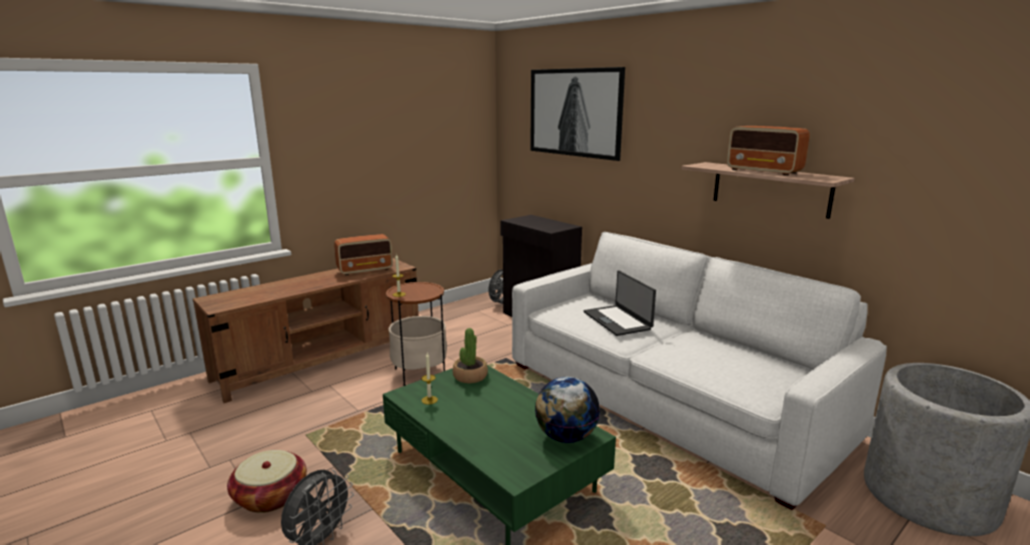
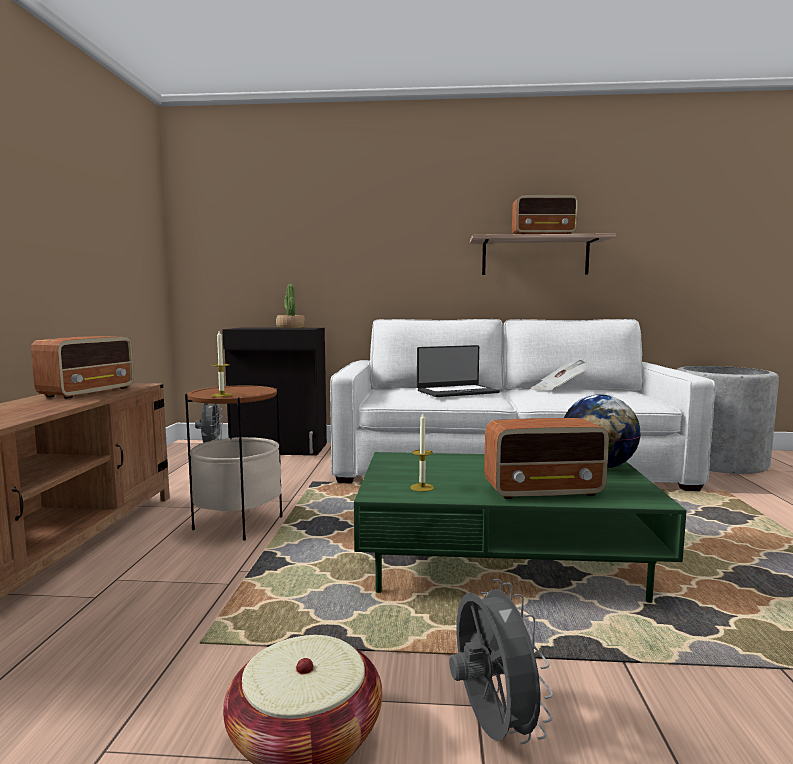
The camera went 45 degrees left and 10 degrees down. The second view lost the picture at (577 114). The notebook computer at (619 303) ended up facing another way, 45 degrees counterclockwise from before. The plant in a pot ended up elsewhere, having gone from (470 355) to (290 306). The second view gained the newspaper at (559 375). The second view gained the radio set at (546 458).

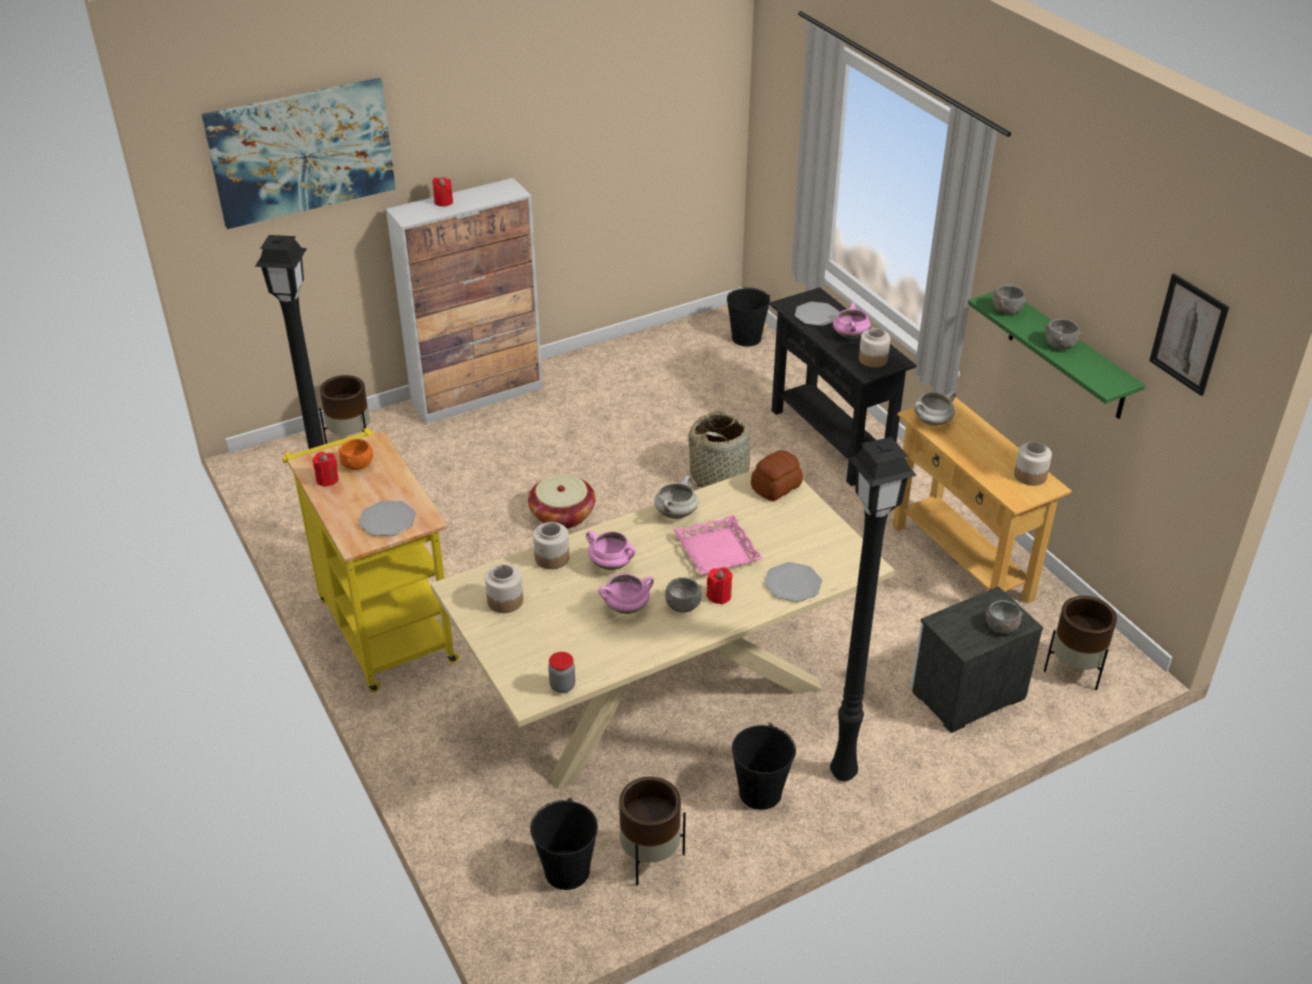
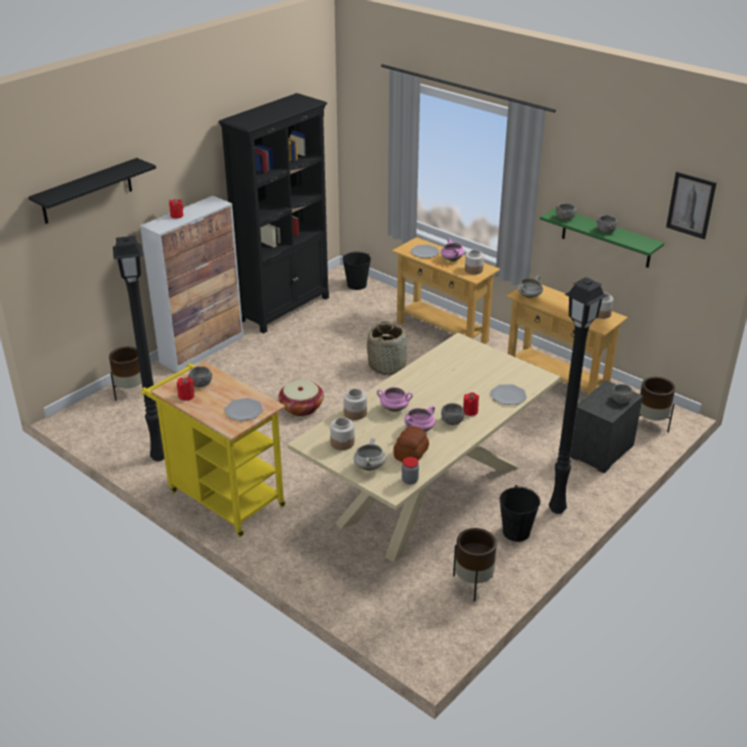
The camera went 20 degrees left and 5 degrees down. Where the picture hung at (299 153), the blackish wall shelf came to hang at (92 191). What was the blackish narrow table at (843 386) turned into the beige-coloured narrow table at (446 290). What was the orangey bowl at (355 454) turned into the greyish bowl at (199 376). The bread ended up elsewhere, having gone from (777 475) to (411 444). The white-coloured cooking pot ended up elsewhere, having gone from (676 497) to (369 454). The second view lost the pink-coloured tray at (718 545). The second view lost the blackish pail at (564 844). The second view gained the blackish bookcase at (274 213).

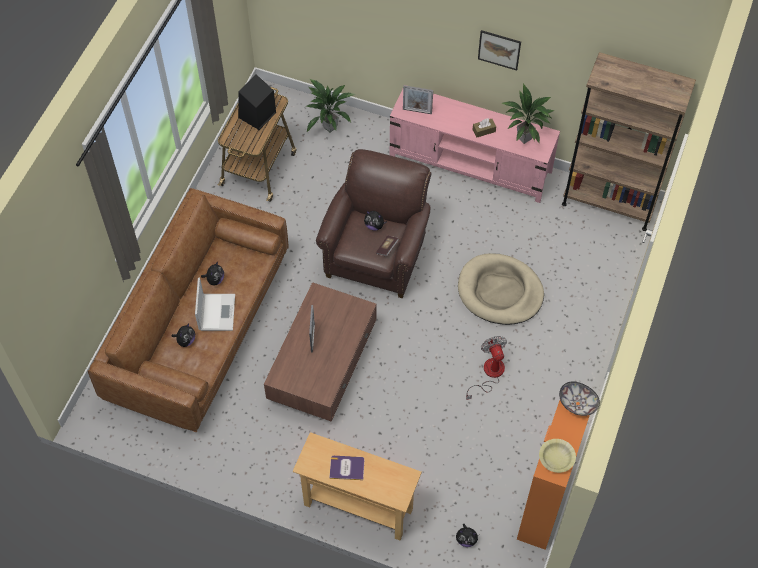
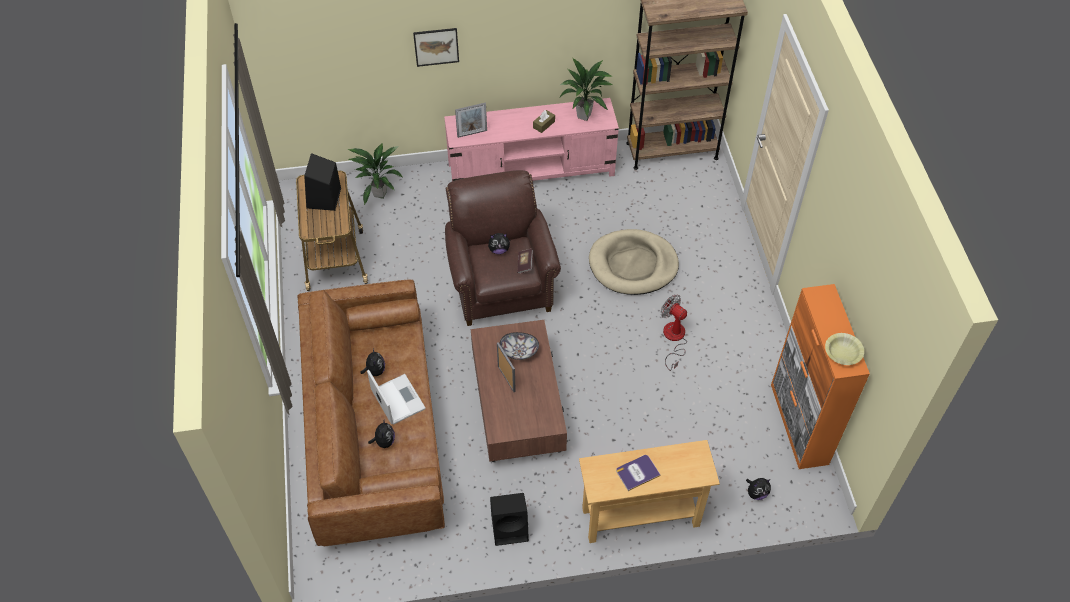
The camera went 30 degrees left and 5 degrees down. The picture ended up elsewhere, having gone from (499 50) to (436 47). The bowl ended up elsewhere, having gone from (579 398) to (519 346). The second view gained the blackish loudspeaker at (509 519).

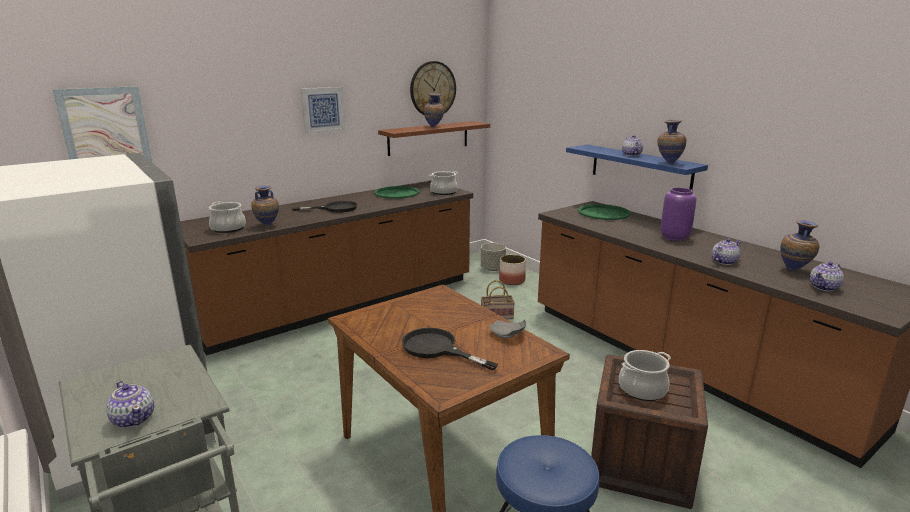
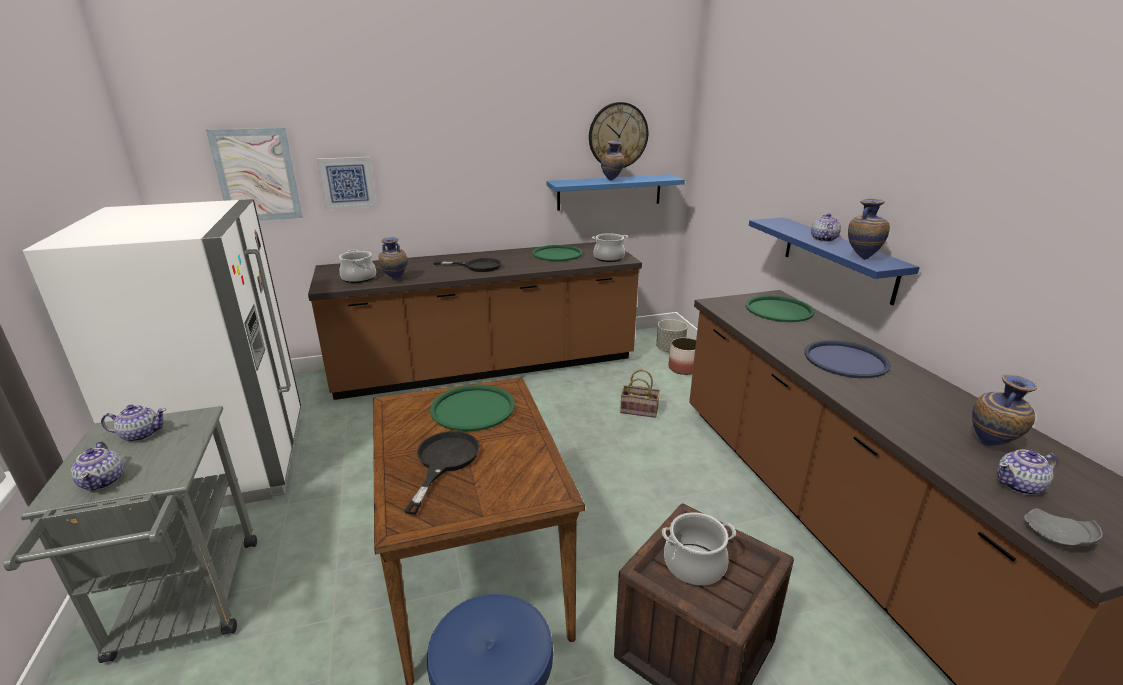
The camera went 20 degrees right and 5 degrees up. The picture ended up elsewhere, having gone from (323 110) to (346 183). What was the brownish wall shelf at (434 138) turned into the blue wall shelf at (616 192). Where the purple decorative vase stood at (678 214), the blue tray came to stand at (847 359). The tea pot ended up elsewhere, having gone from (726 252) to (133 423). The greyish flat dish ended up elsewhere, having gone from (507 329) to (1063 528). The blackish skillet at (450 349) ended up facing another way, 45 degrees clockwise from before. The second view gained the green tray at (472 408).

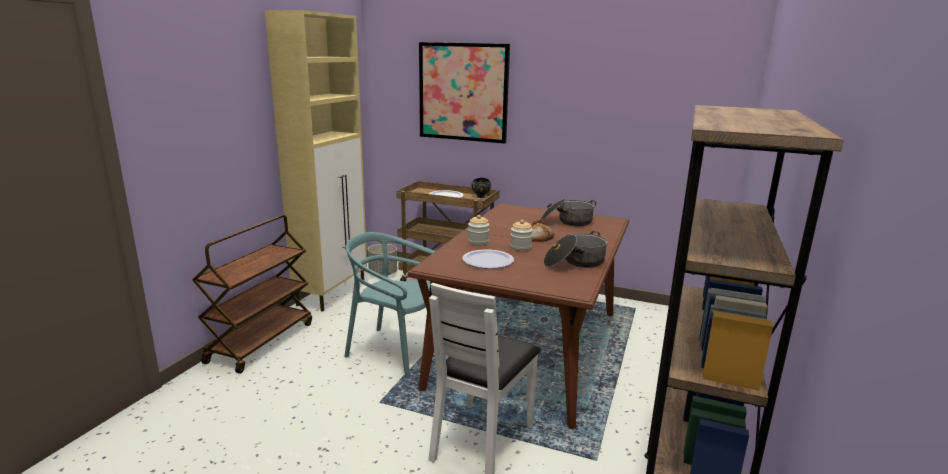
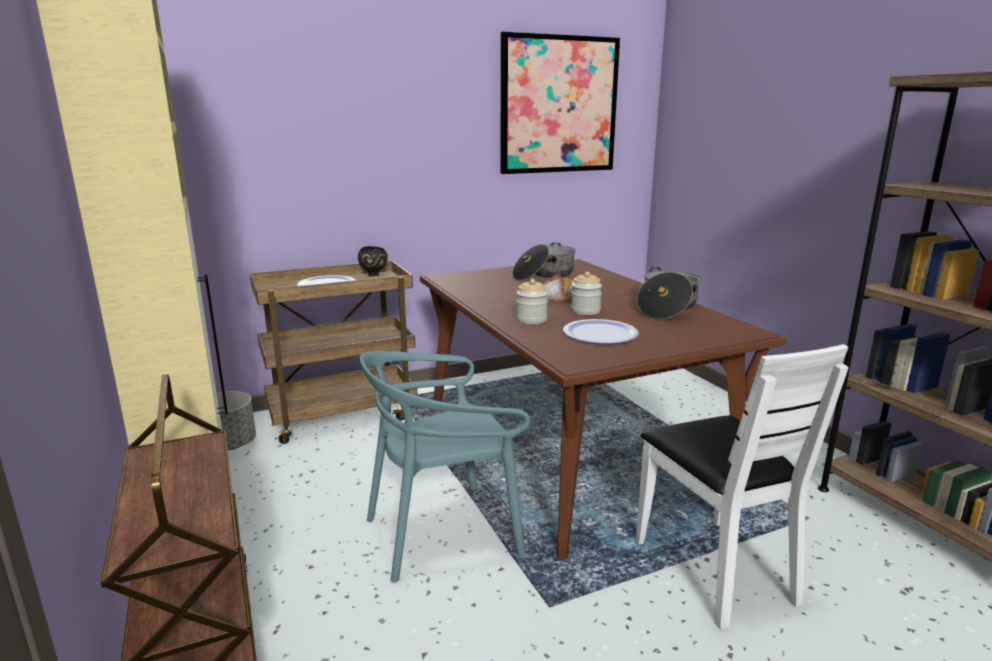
The camera went 45 degrees left and 0 degrees up. The picture ended up elsewhere, having gone from (464 93) to (560 102).

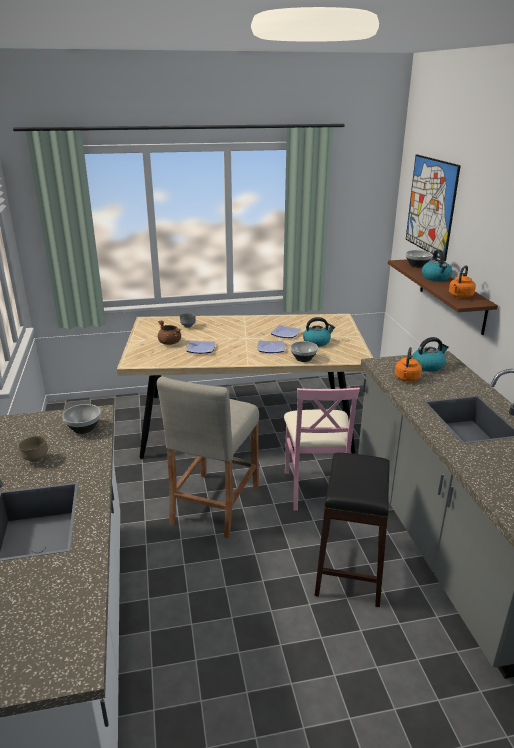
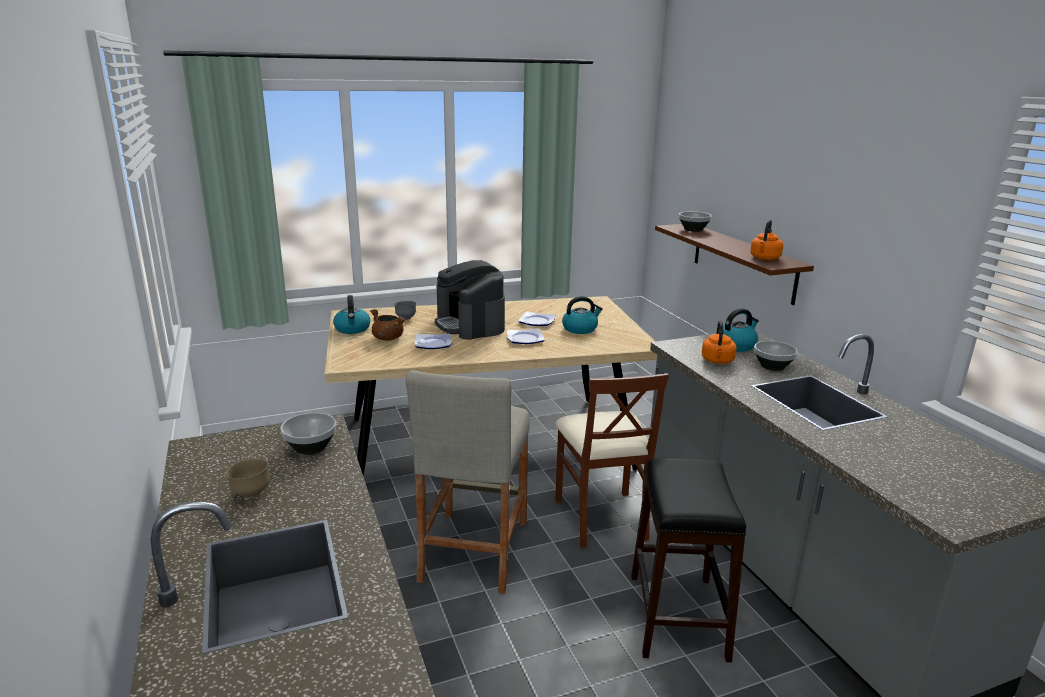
The camera went 10 degrees left and 5 degrees down. The second view lost the picture at (433 208). The tea kettle ended up elsewhere, having gone from (437 265) to (352 314). The bowl ended up elsewhere, having gone from (304 351) to (776 356). What was the pink-coloured chair at (322 449) turned into the brownish chair at (612 460). The second view gained the coffee brewer at (470 300).

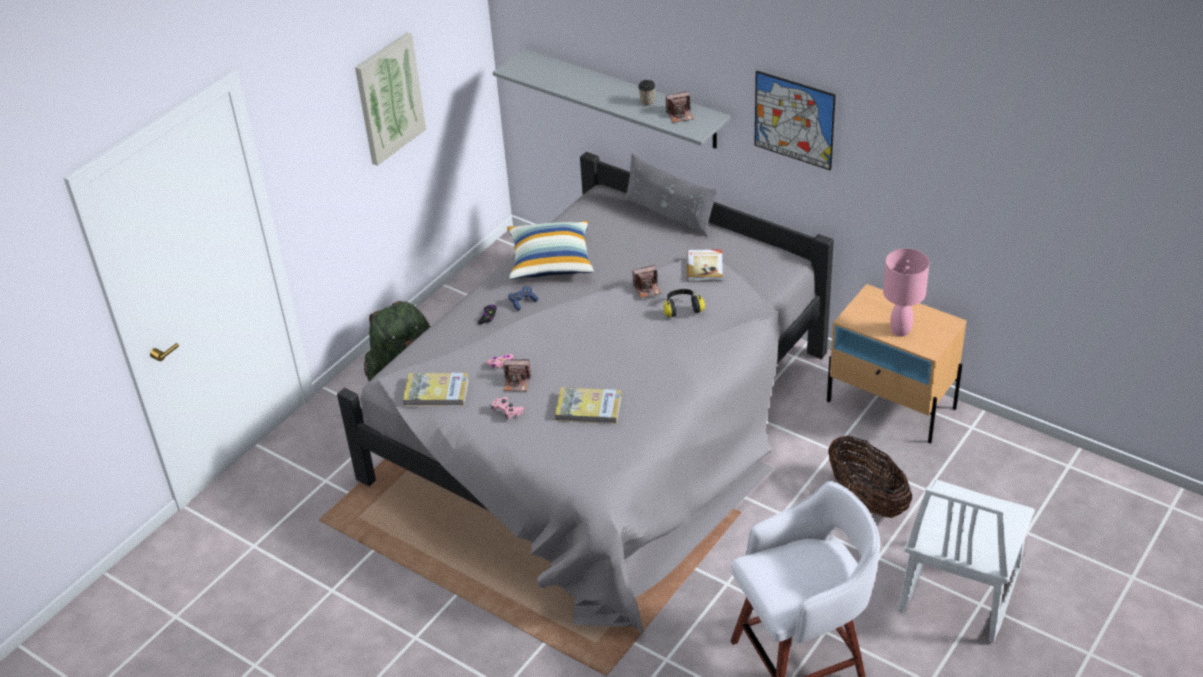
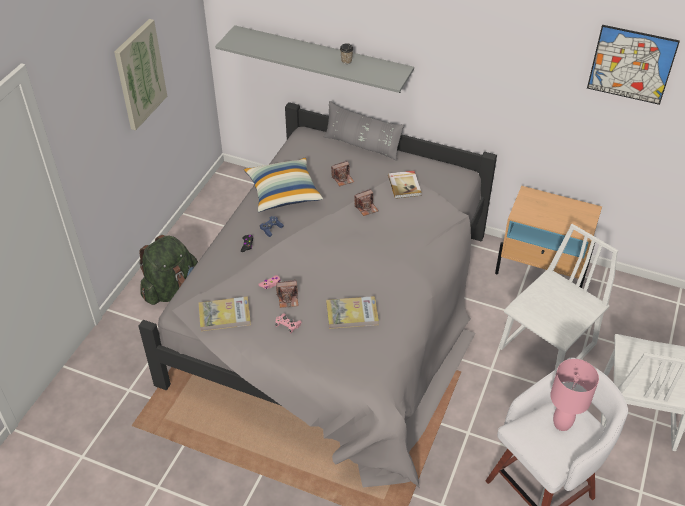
The camera went 15 degrees left and 5 degrees up. The picture ended up elsewhere, having gone from (795 121) to (633 65). The still camera ended up elsewhere, having gone from (680 107) to (342 173). The pink-coloured table lamp ended up elsewhere, having gone from (906 292) to (574 395). The second view lost the headphones at (684 303). Where the storage basket stood at (870 477), the white-coloured chair came to stand at (558 296).

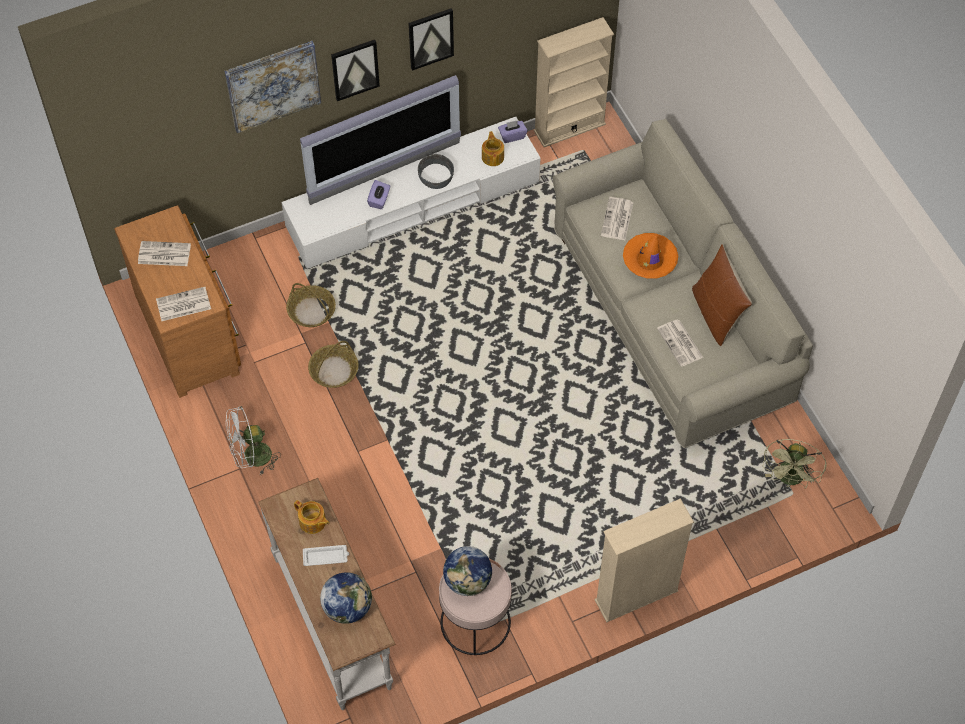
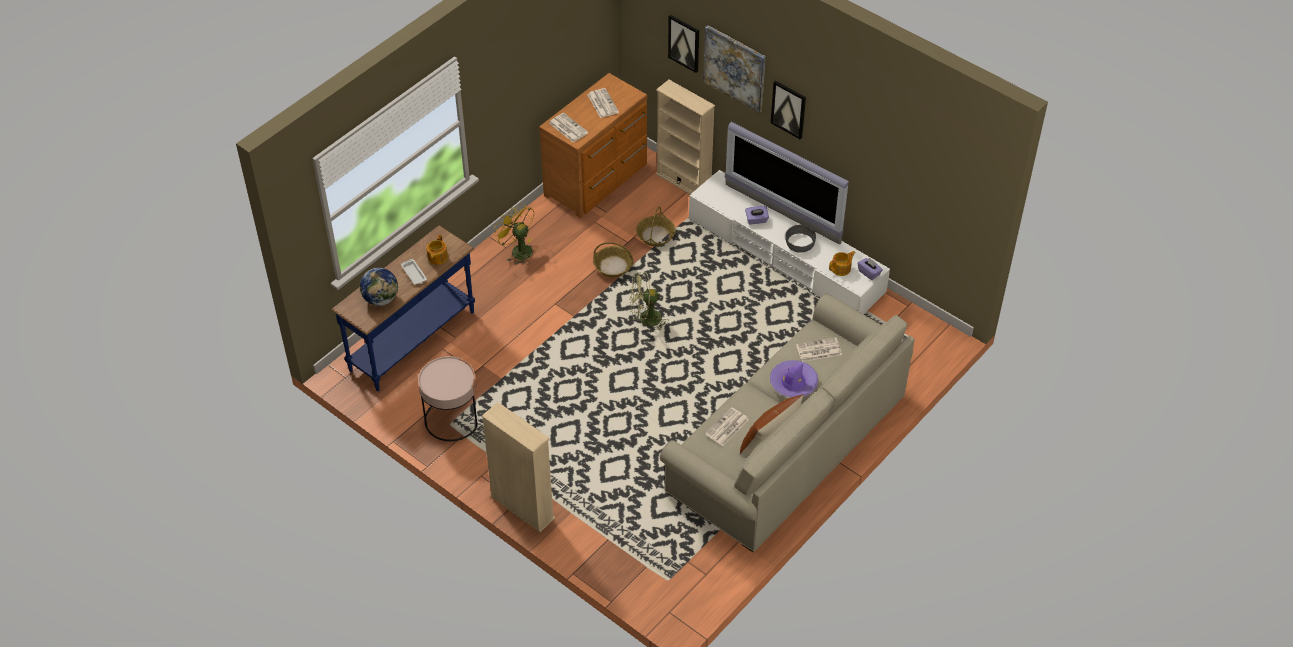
The camera went 65 degrees right and 10 degrees down. The picture ended up elsewhere, having gone from (431 39) to (683 44). The beige-coloured bookcase ended up elsewhere, having gone from (574 82) to (685 137). What was the orangey wearable hat at (650 256) turned into the purple wearable hat at (794 378). What was the white-coloured cooling fan at (253 441) turned into the yellowish cooling fan at (514 234). The green cooling fan ended up elsewhere, having gone from (794 464) to (649 302). What was the white-coloured narrow table at (327 594) turned into the blue narrow table at (403 308). The second view lost the globe at (467 571).

